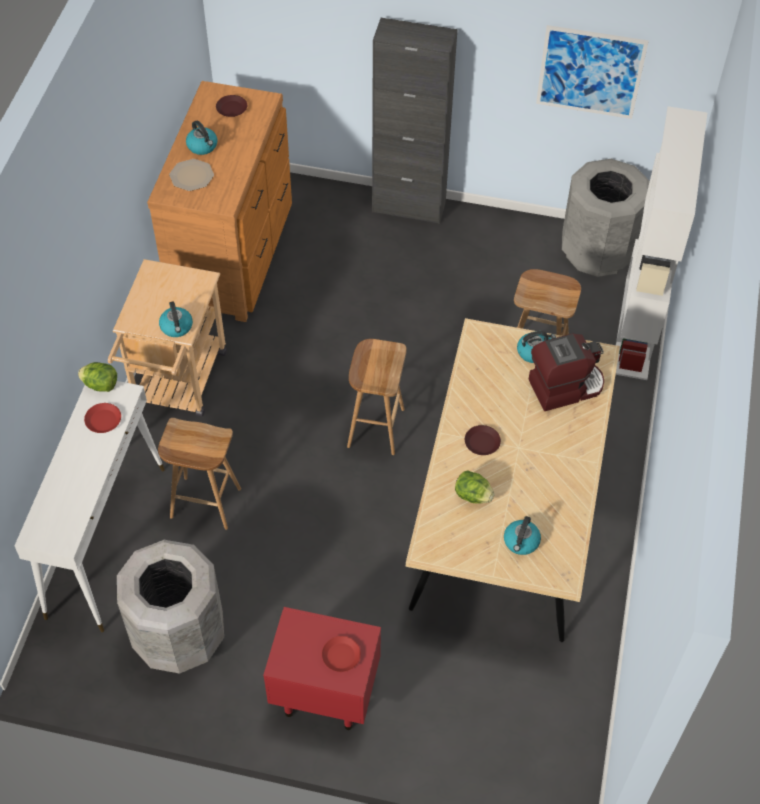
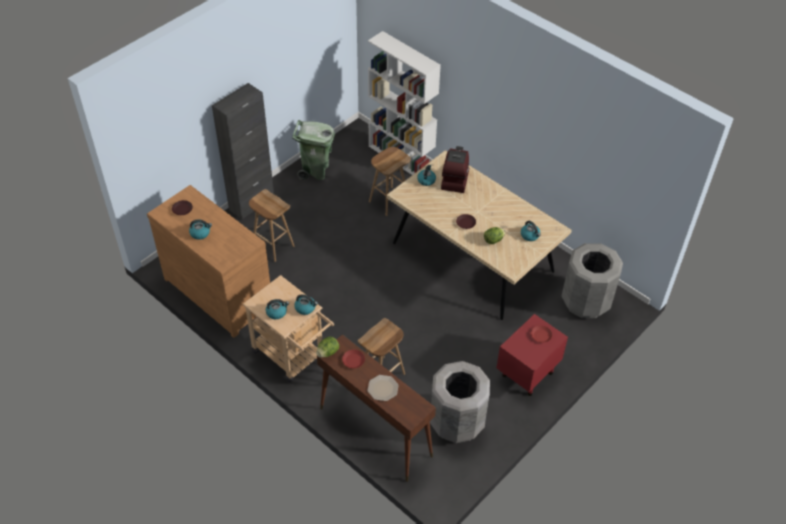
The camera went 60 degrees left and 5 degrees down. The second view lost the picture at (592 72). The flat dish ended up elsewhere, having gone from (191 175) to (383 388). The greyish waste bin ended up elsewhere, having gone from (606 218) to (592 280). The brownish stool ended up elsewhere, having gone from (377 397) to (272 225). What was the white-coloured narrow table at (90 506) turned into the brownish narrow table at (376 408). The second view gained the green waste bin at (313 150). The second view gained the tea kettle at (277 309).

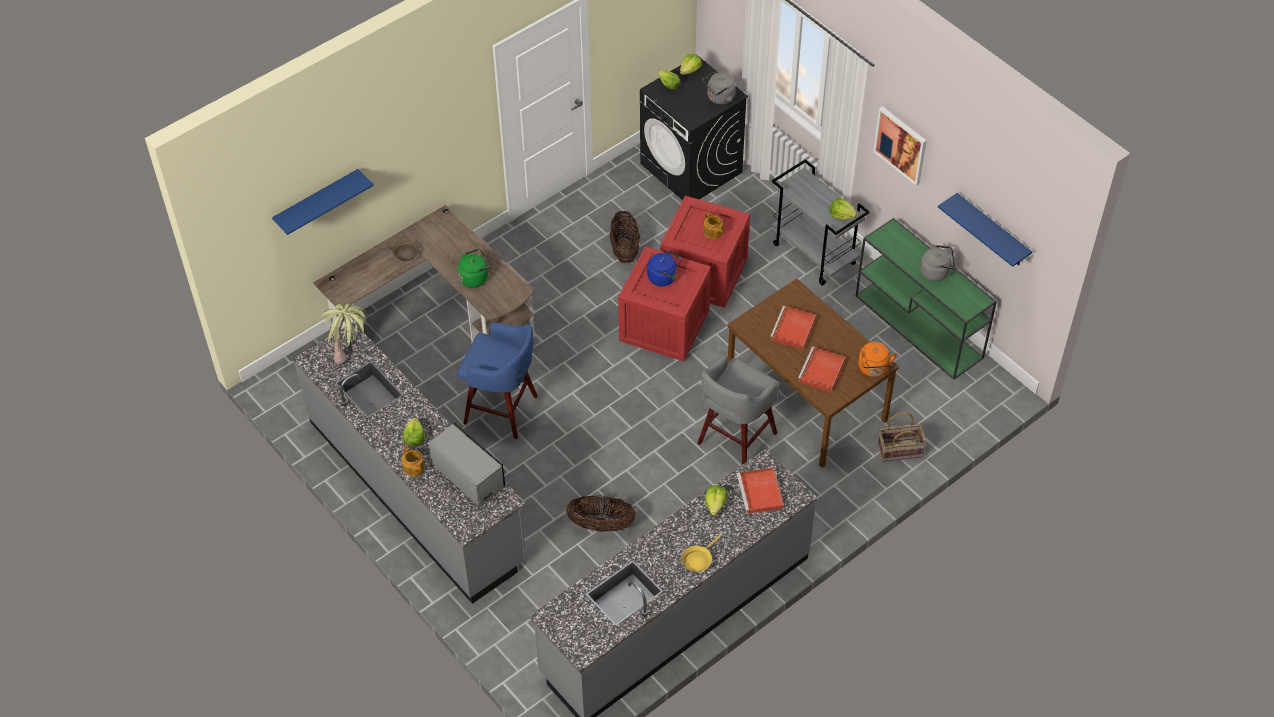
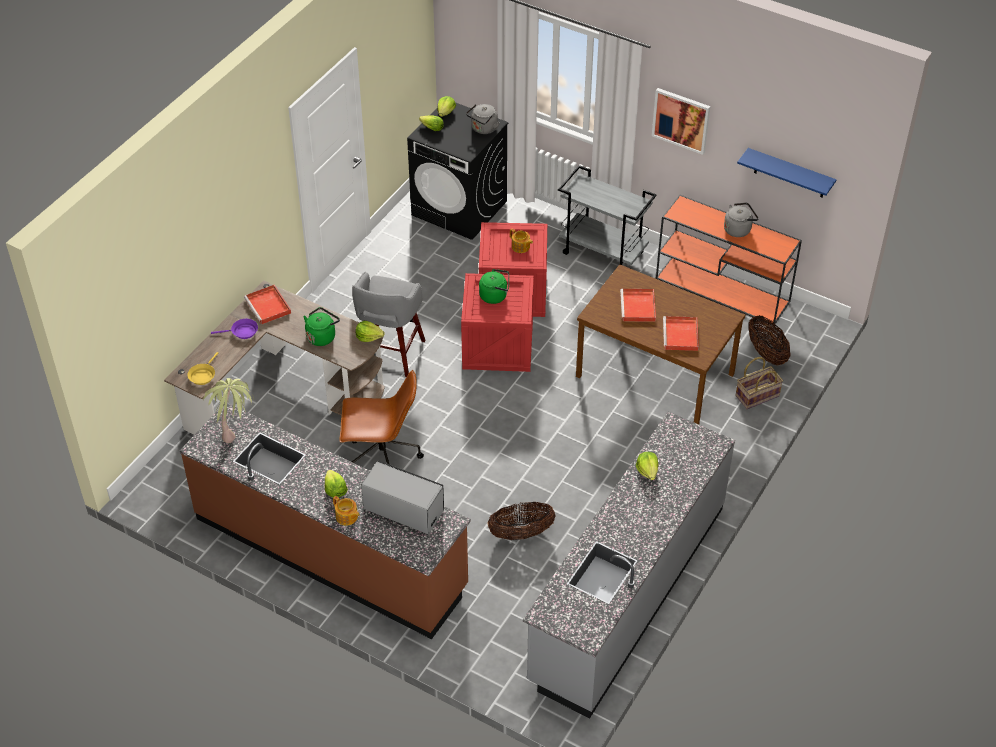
The camera went 20 degrees left and 5 degrees down. The second view lost the blue wall shelf at (323 202). The lettuce head ended up elsewhere, having gone from (843 209) to (370 331). The storage basket ended up elsewhere, having gone from (624 237) to (770 340). What was the green narrow table at (926 299) turned into the orangey narrow table at (729 259). What was the brownish skillet at (396 250) turned into the purple skillet at (234 329). What was the blue tea kettle at (664 268) turned into the green tea kettle at (494 286). What was the greyish kitchen base unit at (409 463) turned into the brownish kitchen base unit at (325 521). Where the blue stool stood at (497 381), the brownish desk chair came to stand at (382 417). The second view lost the orangey tea kettle at (877 359). The greyish stool ended up elsewhere, having gone from (738 409) to (388 324). The reddish tray ended up elsewhere, having gone from (760 490) to (267 305). The yellowish skillet ended up elsewhere, having gone from (701 553) to (202 368).

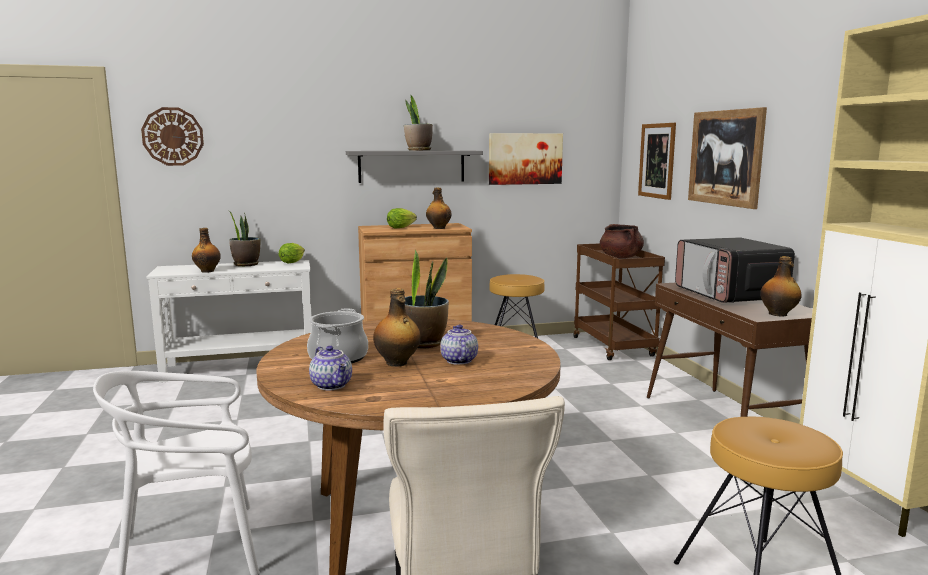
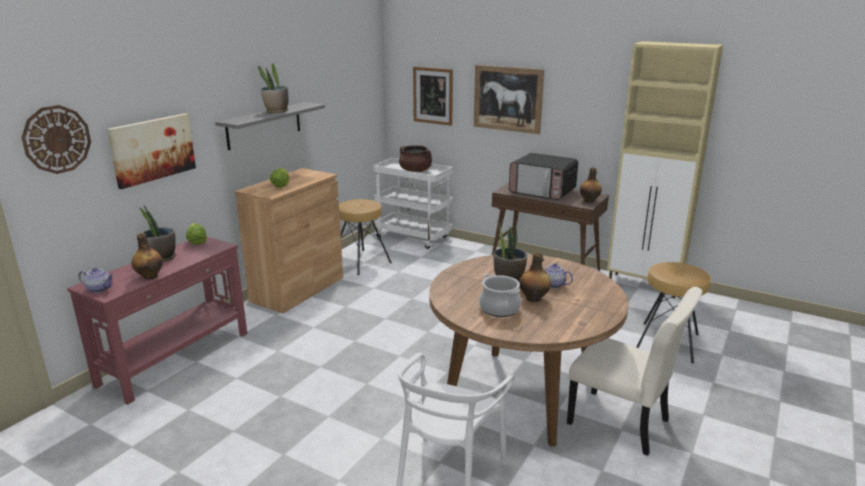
The camera went 45 degrees left and 10 degrees up. The picture ended up elsewhere, having gone from (526 159) to (151 151). The second view lost the beverage bottle at (439 208). What was the brownish trolley at (619 301) turned into the white-coloured trolley at (413 203). What was the white-coloured narrow table at (229 321) turned into the reddish narrow table at (157 321). The tea pot ended up elsewhere, having gone from (330 368) to (96 280).

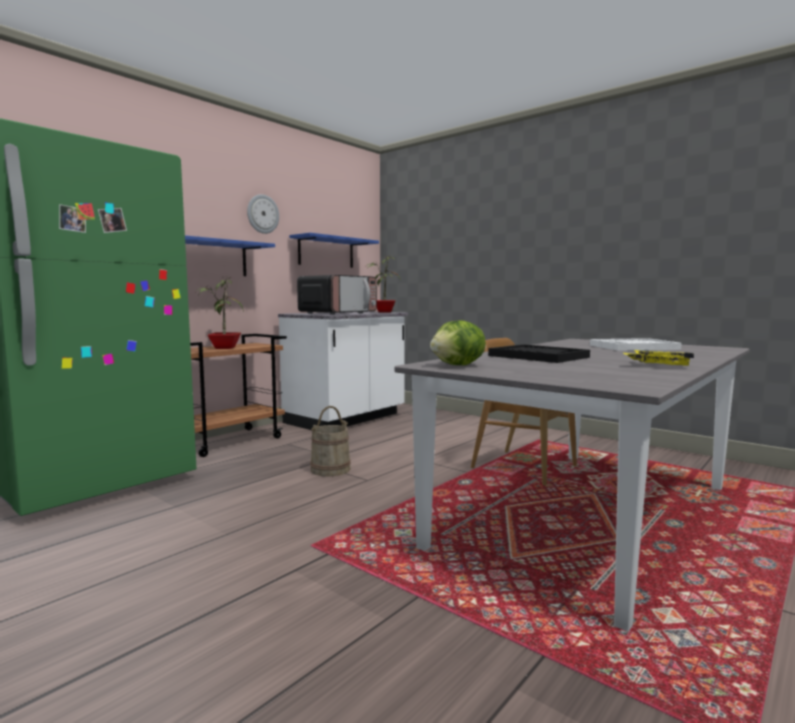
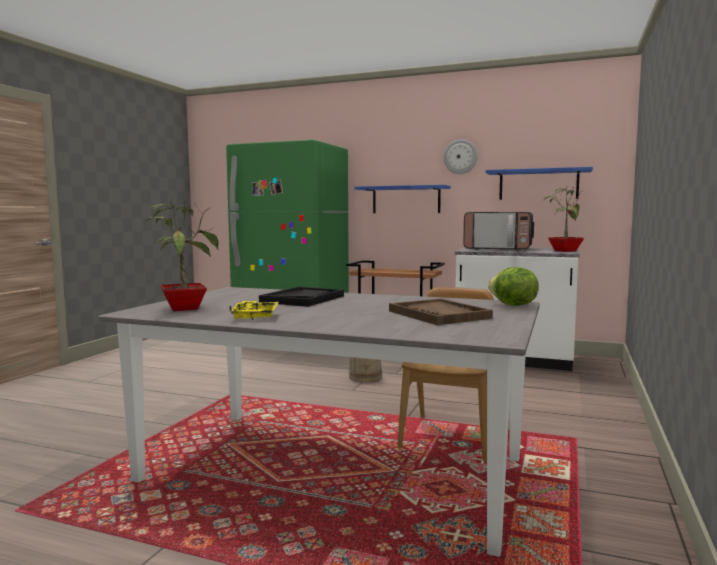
The camera went 70 degrees right and 0 degrees up. The plant in a pot ended up elsewhere, having gone from (221 313) to (181 254). The lettuce head ended up elsewhere, having gone from (458 342) to (513 286). What was the white-coloured tray at (636 344) turned into the brownish tray at (441 312).

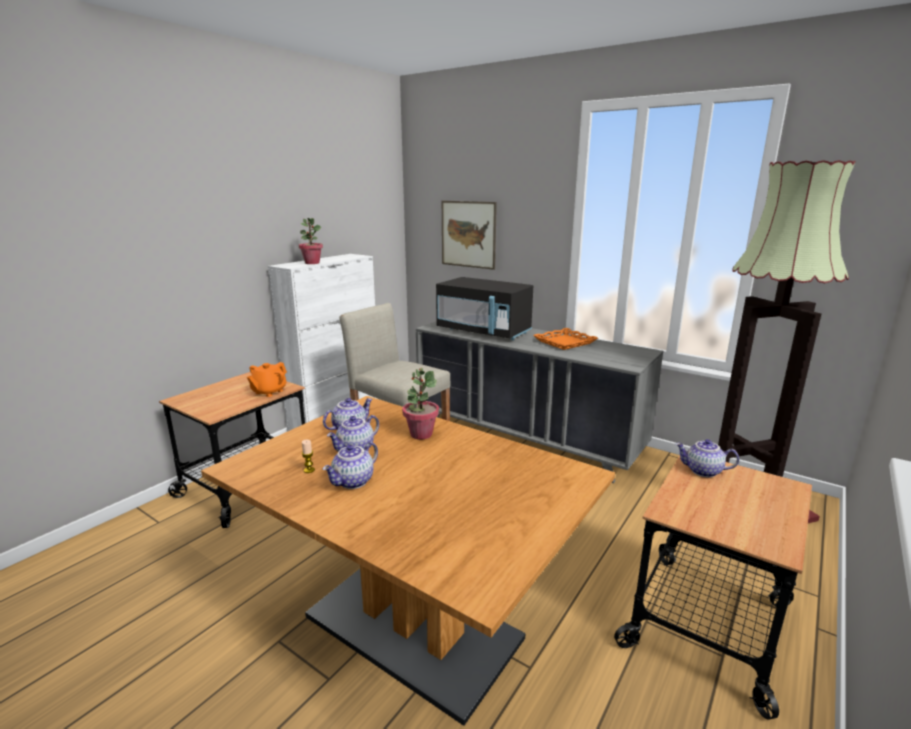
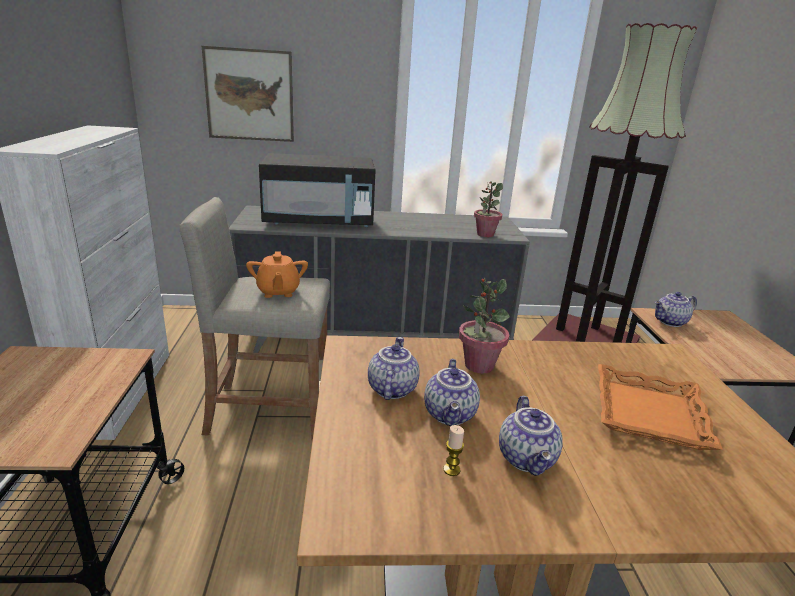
The camera went 40 degrees left and 5 degrees up. The plant in a pot ended up elsewhere, having gone from (311 241) to (488 209). The orangey tray ended up elsewhere, having gone from (565 339) to (660 407). The orangey tea pot ended up elsewhere, having gone from (267 379) to (277 274).

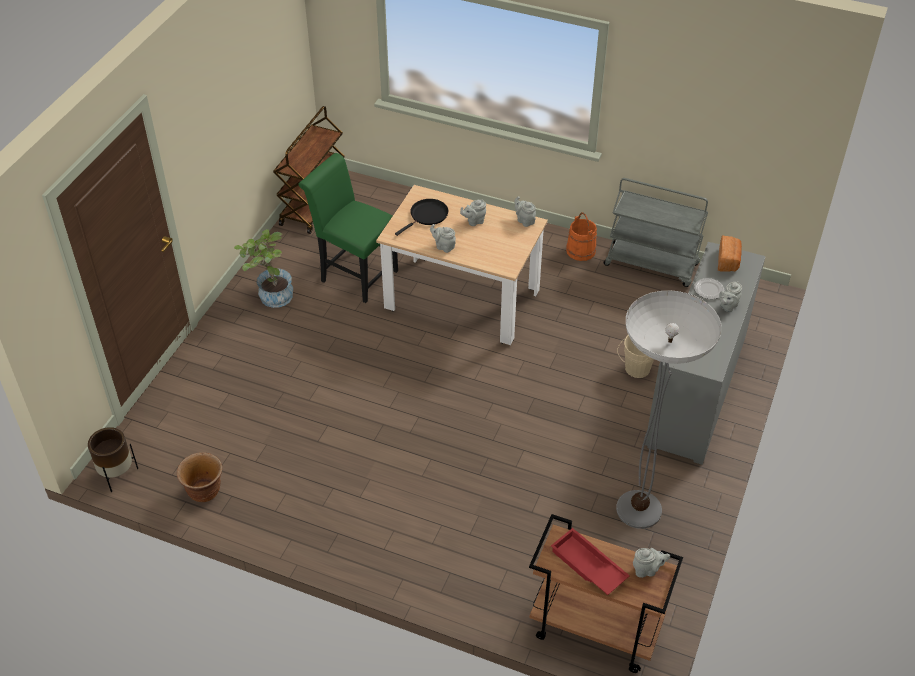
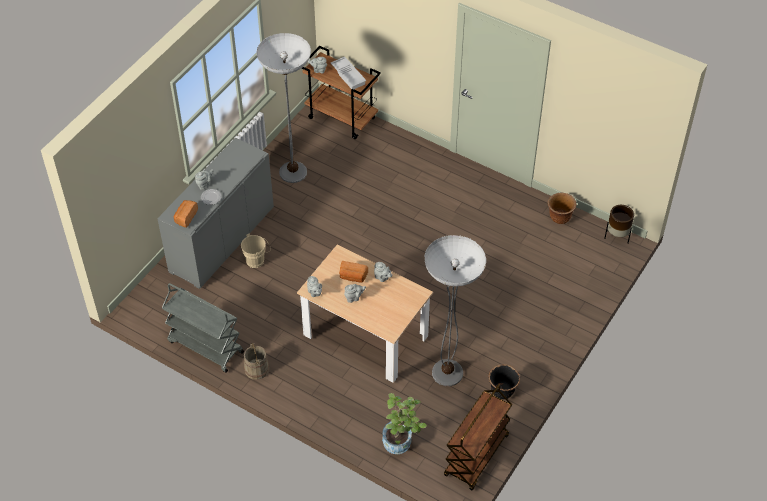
The camera went 170 degrees left and 5 degrees up. Where the green chair stood at (348 228), the standard lamp came to stand at (455 310). The second view lost the blackish skillet at (421 217). What was the orangey pail at (581 236) turned into the beige-coloured pail at (256 361). The plant in a pot ended up elsewhere, having gone from (263 268) to (404 423). What was the reddish tray at (590 561) turned into the white-coloured tray at (348 73). The second view gained the bread at (353 272). The second view gained the blackish plant pot at (504 381).

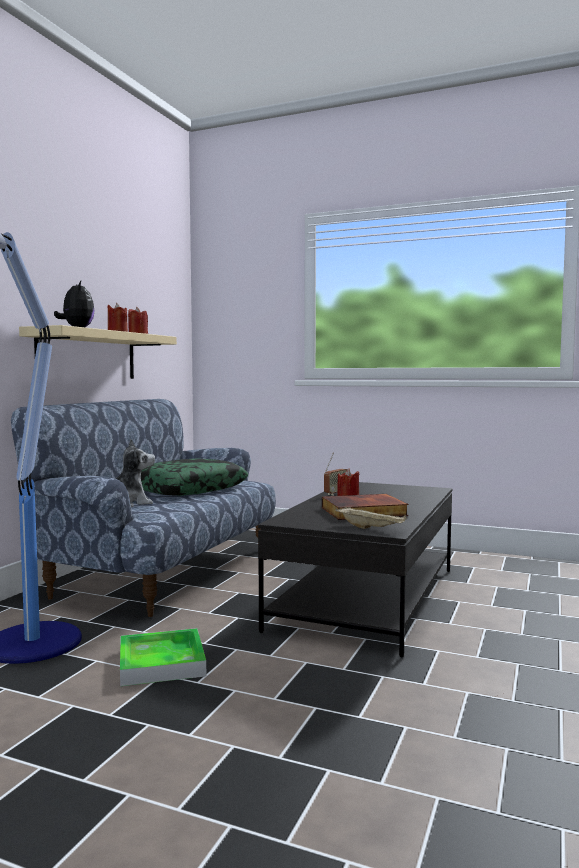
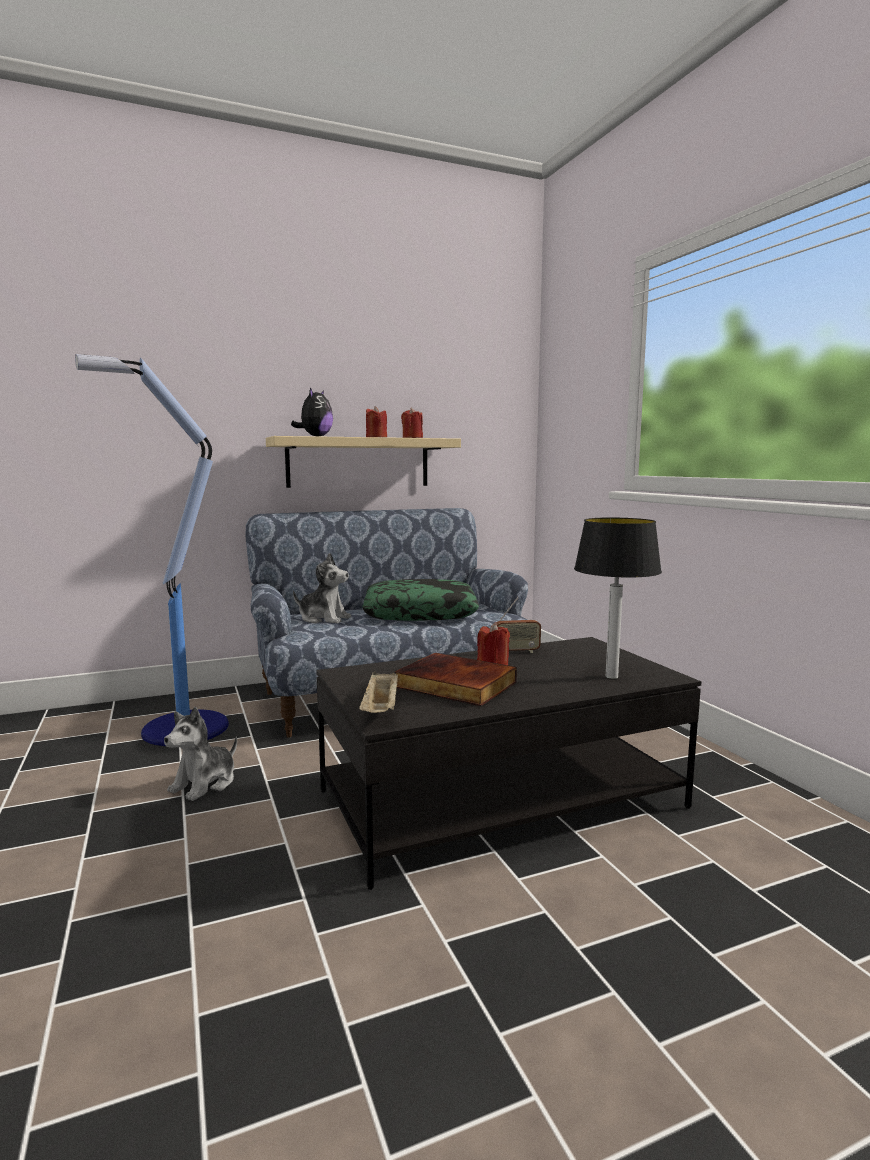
The camera went 45 degrees right and 5 degrees up. Where the tray stood at (163 657), the plush toy came to stand at (200 754). The second view gained the table lamp at (618 598).

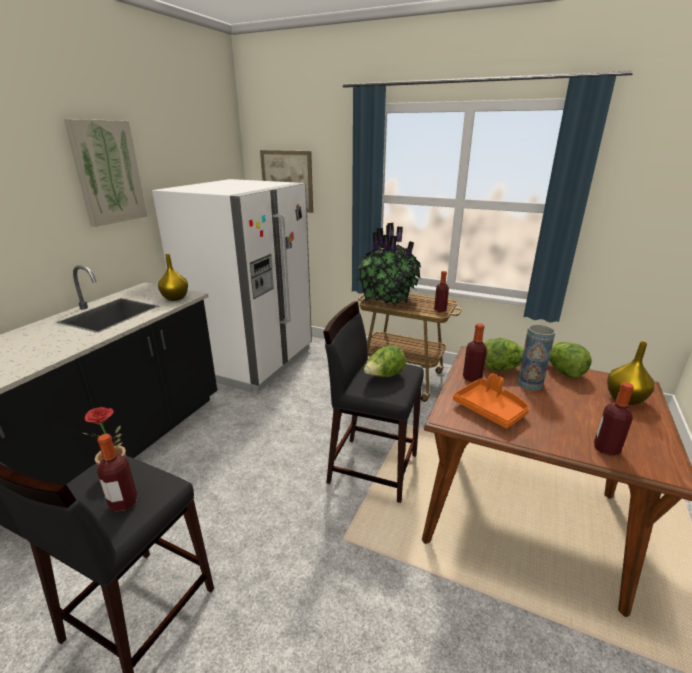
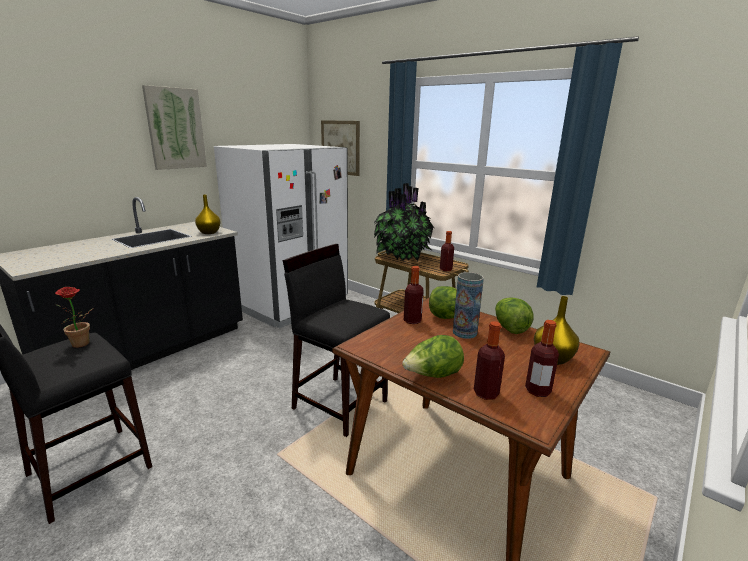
The camera went 15 degrees right and 5 degrees down. The lettuce head ended up elsewhere, having gone from (385 361) to (433 356). The second view lost the orangey tray at (491 400). The beverage bottle ended up elsewhere, having gone from (117 473) to (542 358).

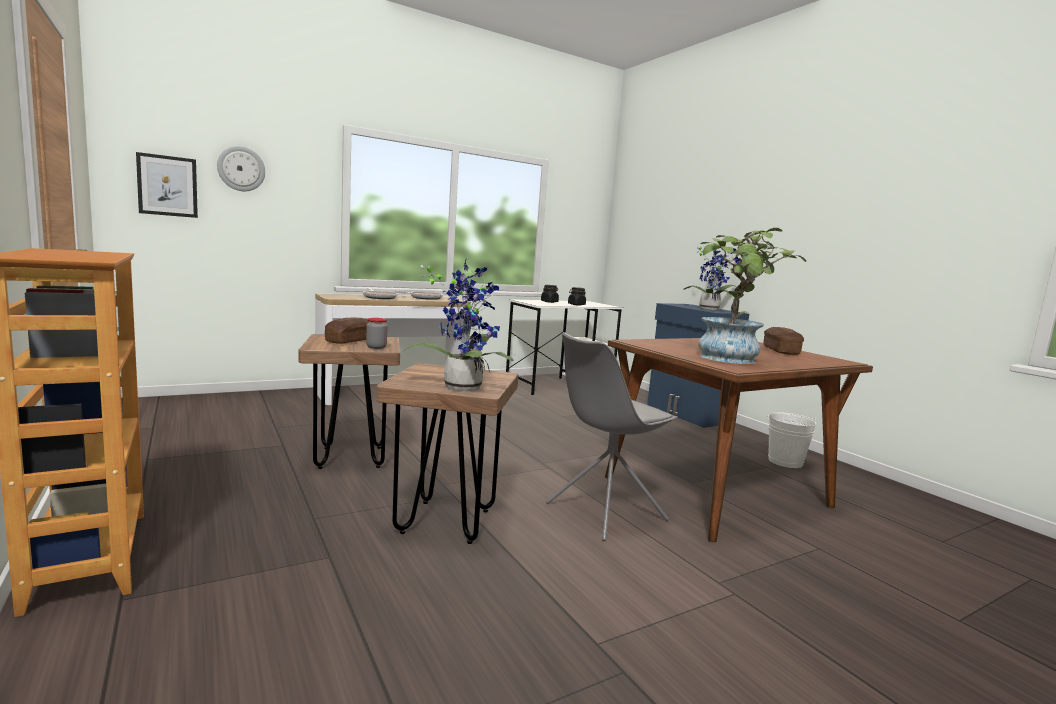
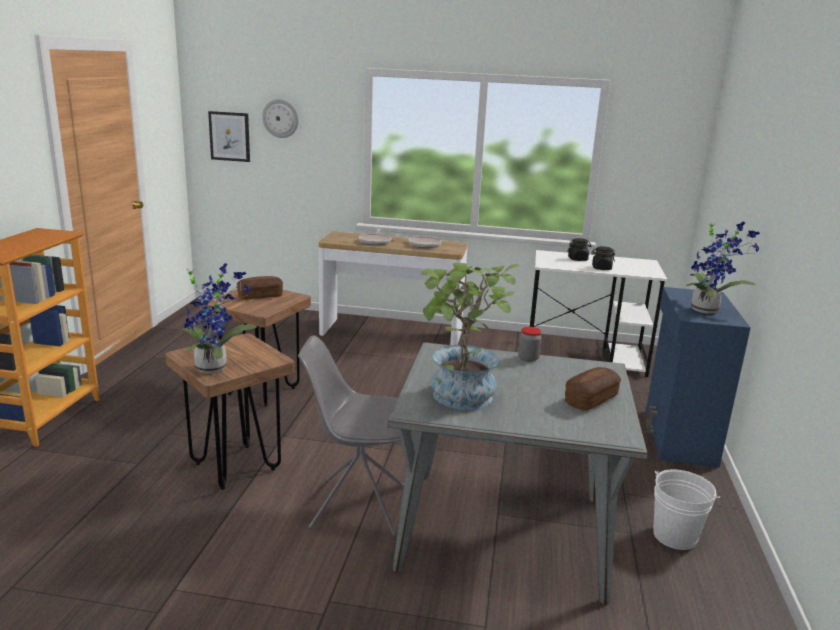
The camera went 40 degrees right and 10 degrees up. The jar ended up elsewhere, having gone from (376 333) to (530 344). What was the brownish dinner table at (739 440) turned into the greyish dinner table at (517 473).

